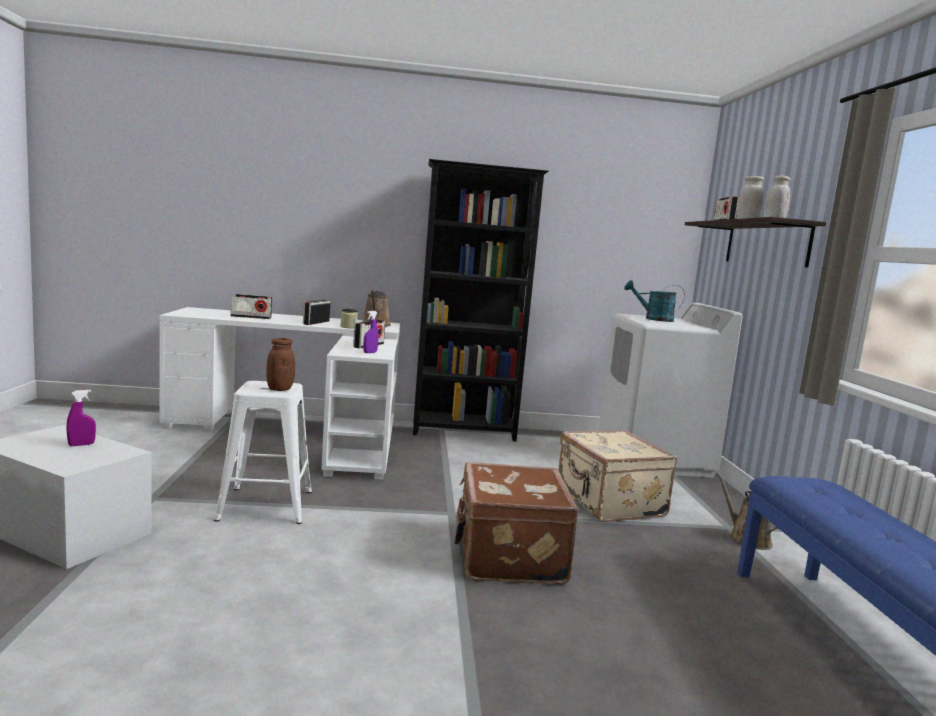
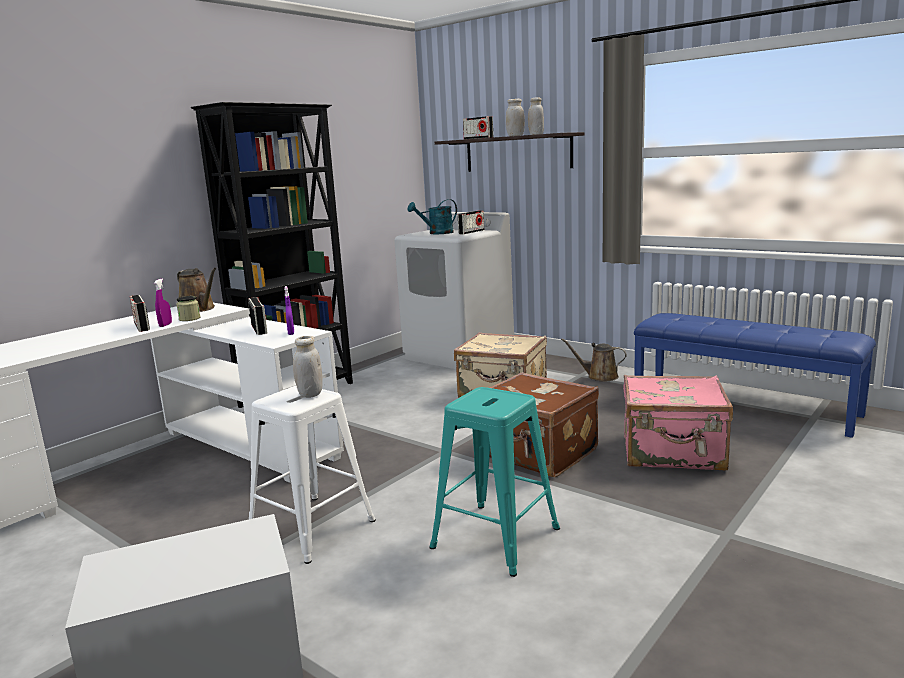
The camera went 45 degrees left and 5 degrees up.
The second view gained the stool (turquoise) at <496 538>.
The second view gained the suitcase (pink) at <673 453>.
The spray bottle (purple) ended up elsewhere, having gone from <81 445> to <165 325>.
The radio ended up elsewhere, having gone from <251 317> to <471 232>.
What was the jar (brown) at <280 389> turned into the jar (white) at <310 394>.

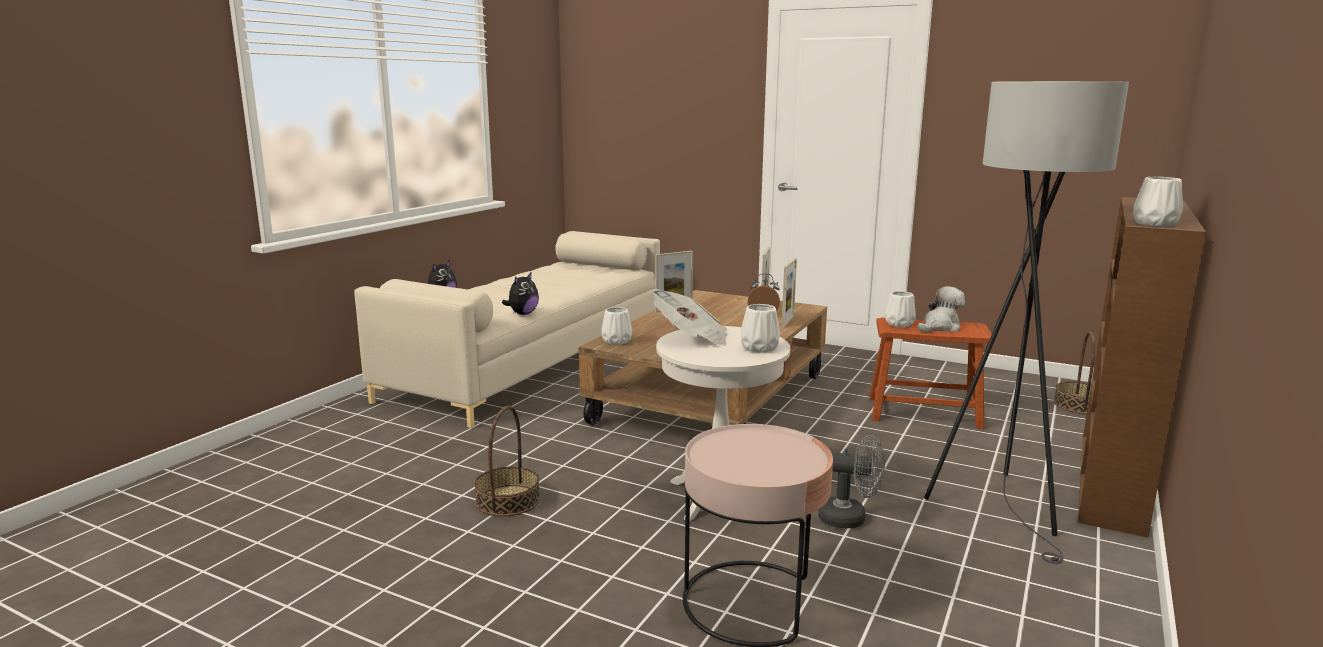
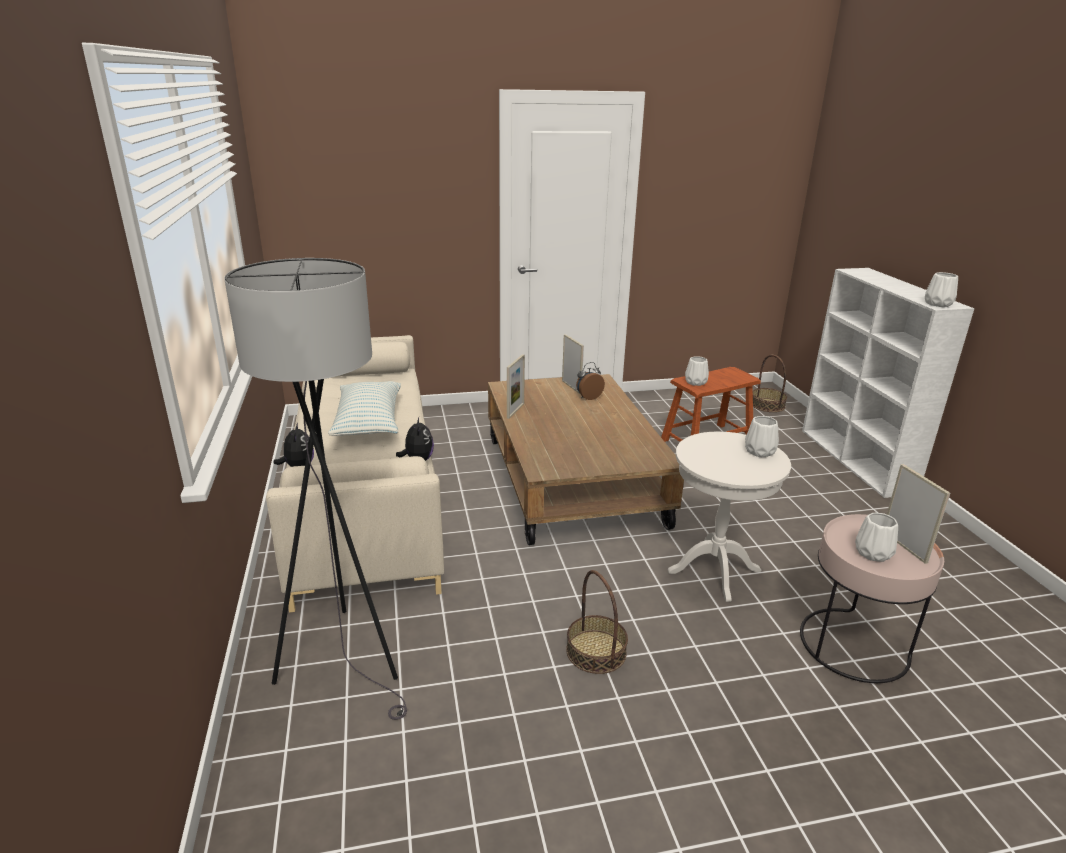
The camera went 40 degrees left and 10 degrees up.
The second view lost the newspaper at <691 338>.
The second view lost the fan (grey) at <850 519>.
The second view lost the plush toy at <940 327>.
The second view gained the pillow at <368 423>.
The vase (white) ended up elsewhere, having gone from <617 341> to <872 552>.
The picture frame ended up elsewhere, having gone from <787 321> to <904 546>.
The floor lamp (grey) ended up elsewhere, having gone from <1003 506> to <347 659>.
What was the bookcase (brown) at <1112 482> turned into the bookcase (white) at <857 460>.

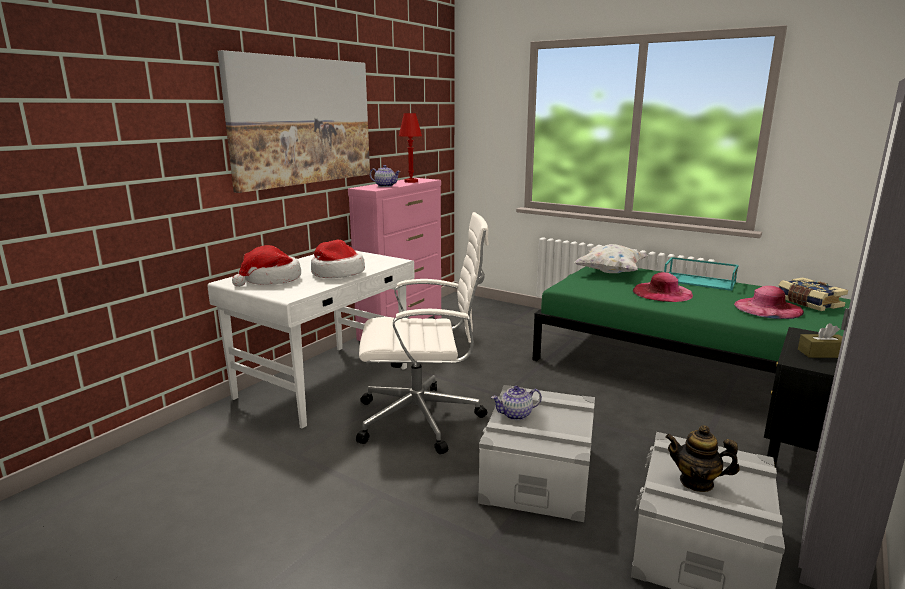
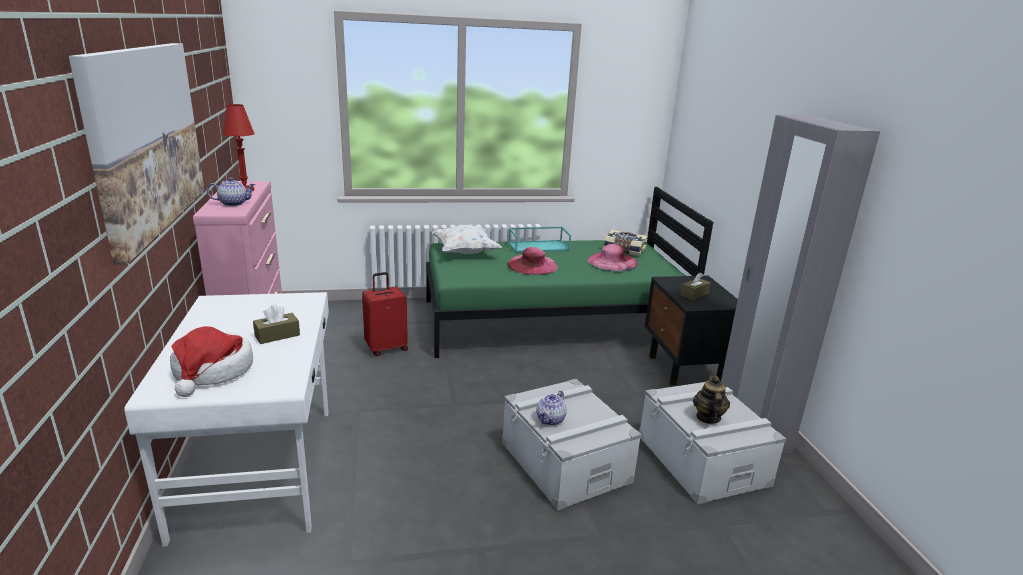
The camera went 45 degrees left and 5 degrees up.
The second view lost the office chair (white) at <423 419>.
The second view gained the suitcase (red) at <386 348>.
Where the hat stood at <336 273>, the tissue box (brown) came to stand at <277 335>.
The teapot at <696 482> ended up facing another way, 120 degrees clockwise from before.

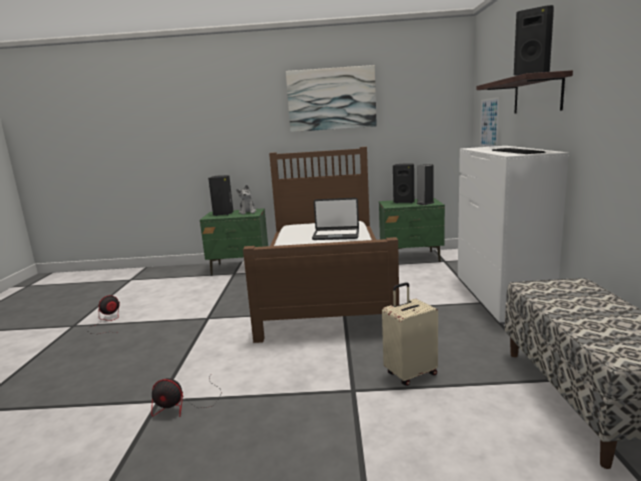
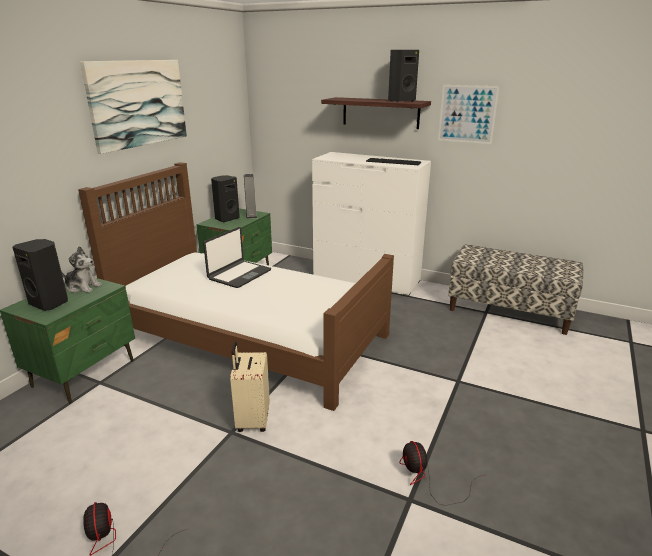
The camera went 65 degrees left and 10 degrees up.
The suitcase (beige) ended up elsewhere, having gone from <410 373> to <252 420>.
The picture ended up elsewhere, having gone from <489 123> to <467 114>.
The fan at <185 404> ended up facing another way, 135 degrees clockwise from before.

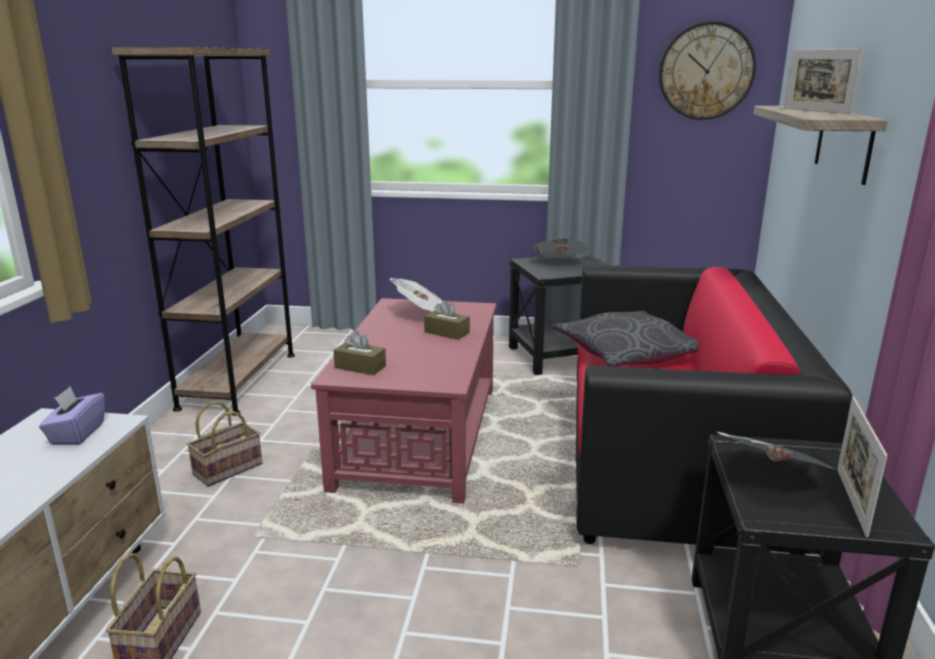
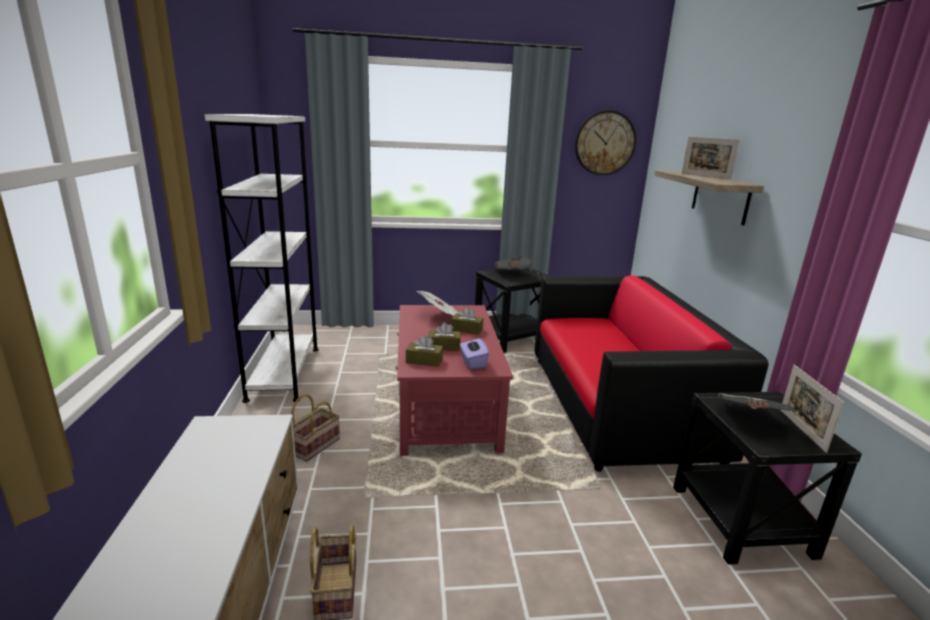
The camera went 15 degrees left and 0 degrees up.
The second view lost the pillow (grey) at <626 353>.
The second view gained the tissue box (brown) at <443 347>.
The tissue box (purple) ended up elsewhere, having gone from <77 433> to <473 362>.
What was the bookcase (brown) at <238 380> turned into the bookcase (white) at <284 373>.

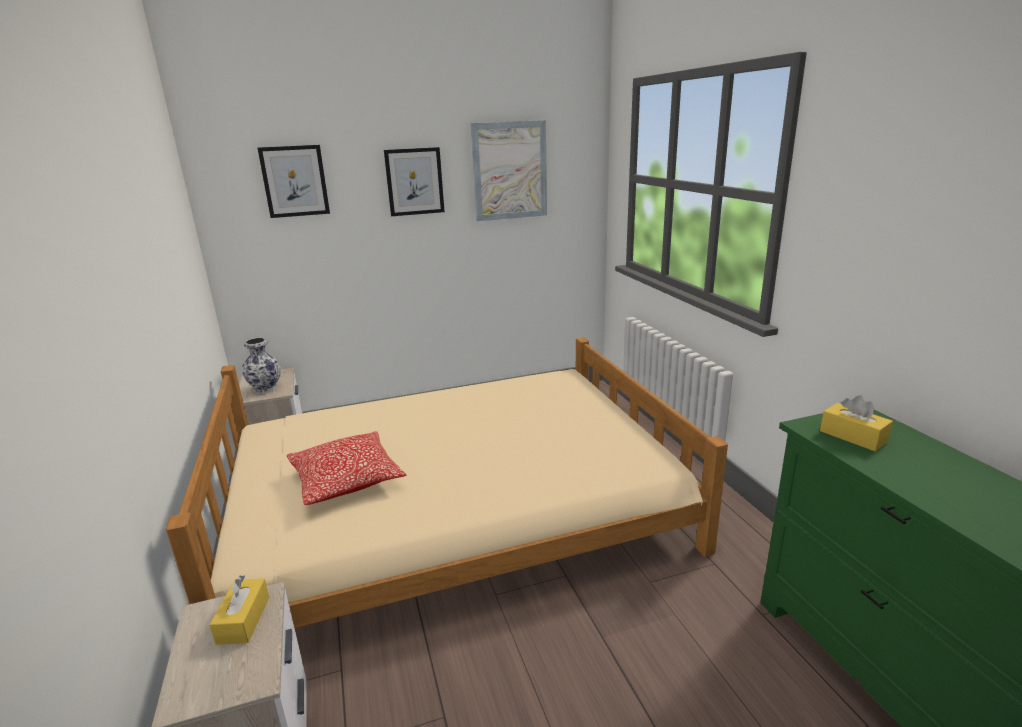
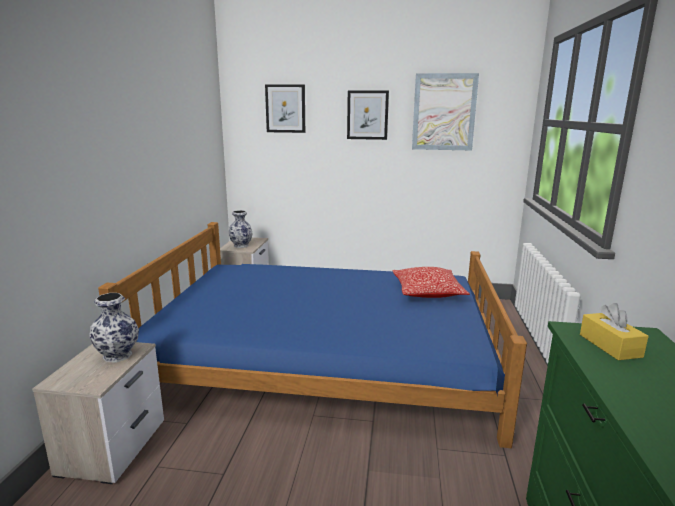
The camera went 25 degrees right and 5 degrees down.
The pillow ended up elsewhere, having gone from <347 480> to <427 292>.
Where the tissue box (yellow) stood at <243 620>, the vase came to stand at <118 355>.
What was the bed (beige) at <457 513> turned into the bed (blue) at <327 357>.

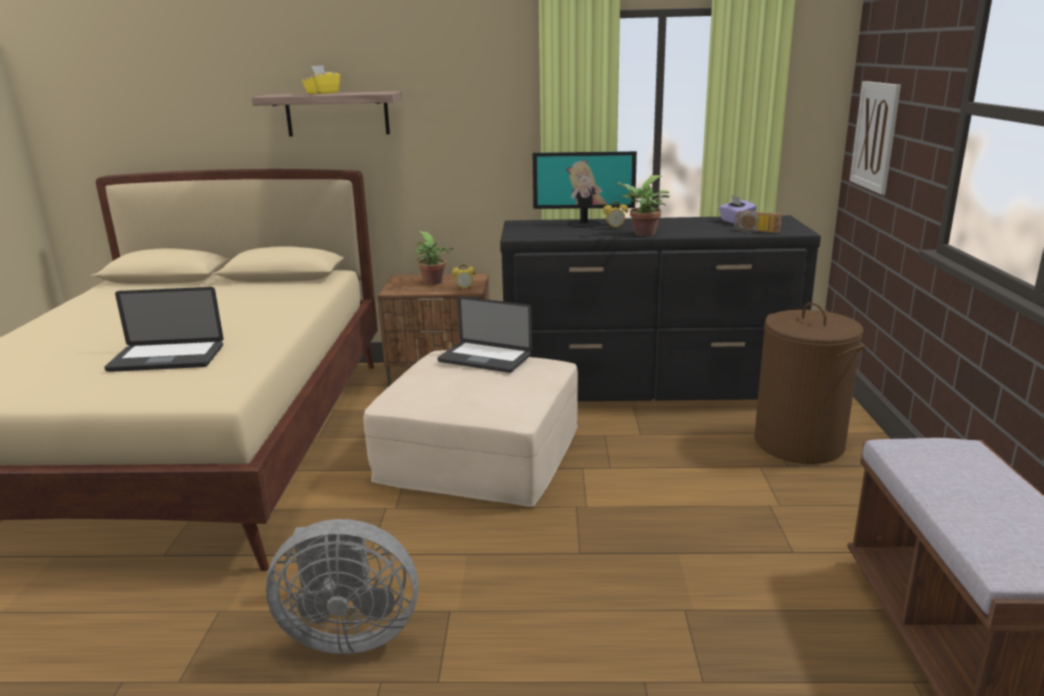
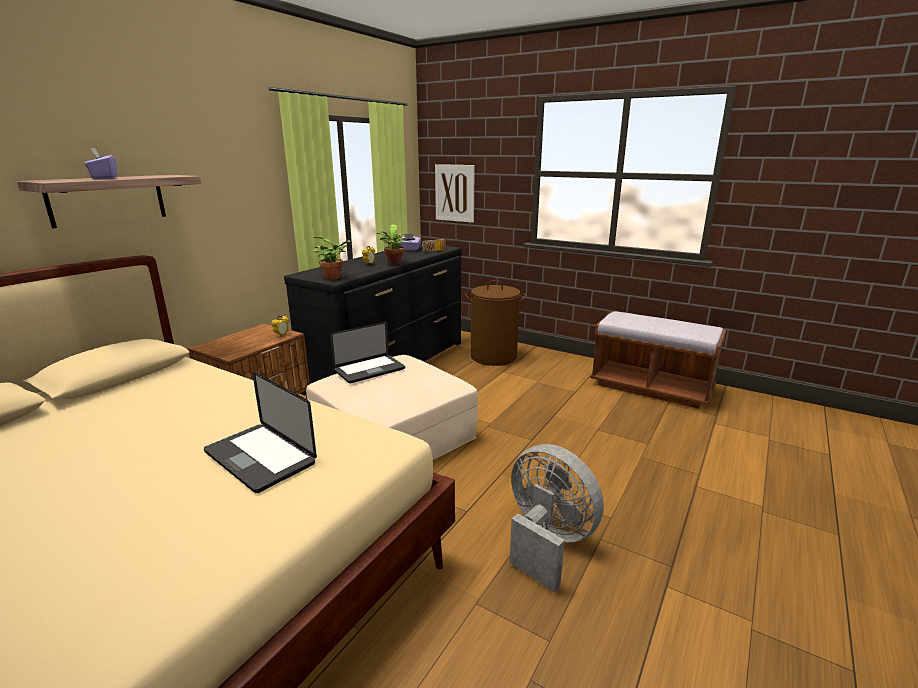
The camera went 60 degrees left and 0 degrees up.
The second view lost the monitor at <584 224>.
The potted plant ended up elsewhere, having gone from <434 283> to <334 277>.
What was the tissue box (yellow) at <322 93> turned into the tissue box (purple) at <104 178>.
The laptop at <167 358> ended up facing another way, 105 degrees clockwise from before.
The fan (grey) at <348 633> ended up facing another way, 75 degrees counterclockwise from before.

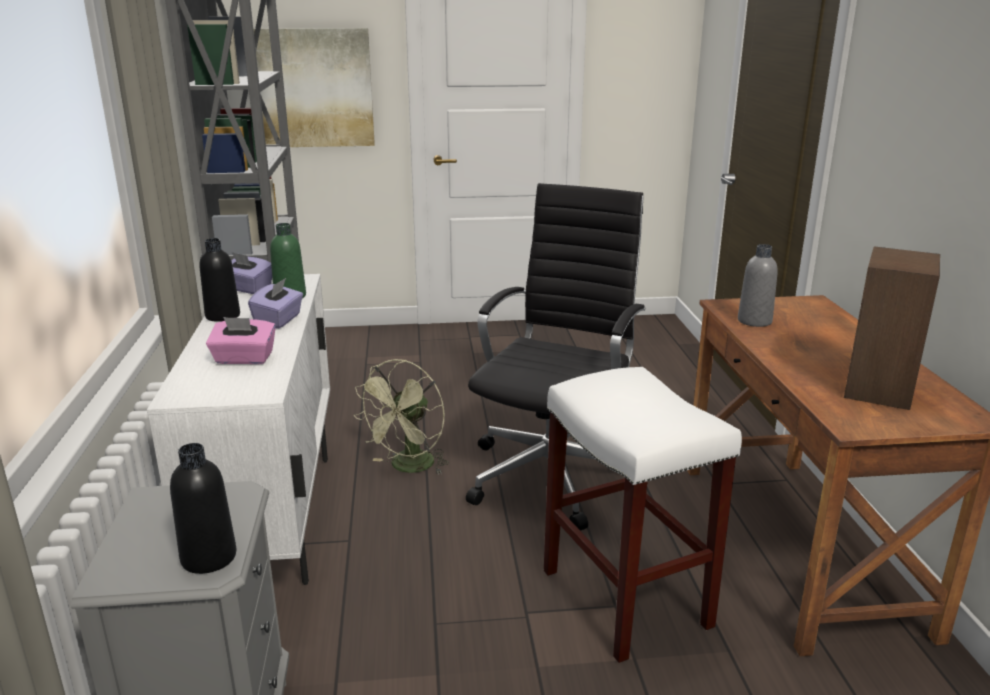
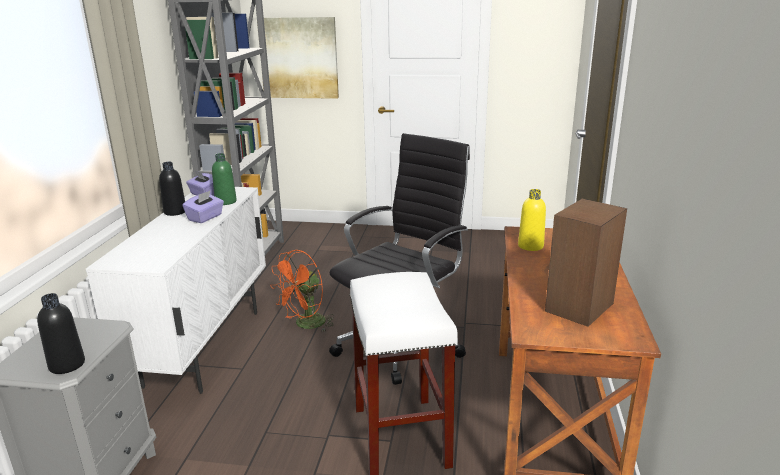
The camera went 15 degrees right and 0 degrees up.
The second view lost the tissue box (pink) at <244 359>.
What was the fan (green) at <408 468> turned into the fan (orange) at <305 325>.
What was the bottle (grey) at <754 321> turned into the bottle (yellow) at <530 246>.

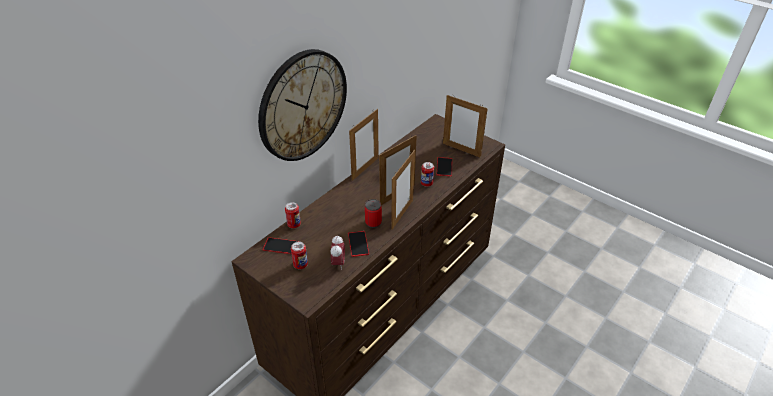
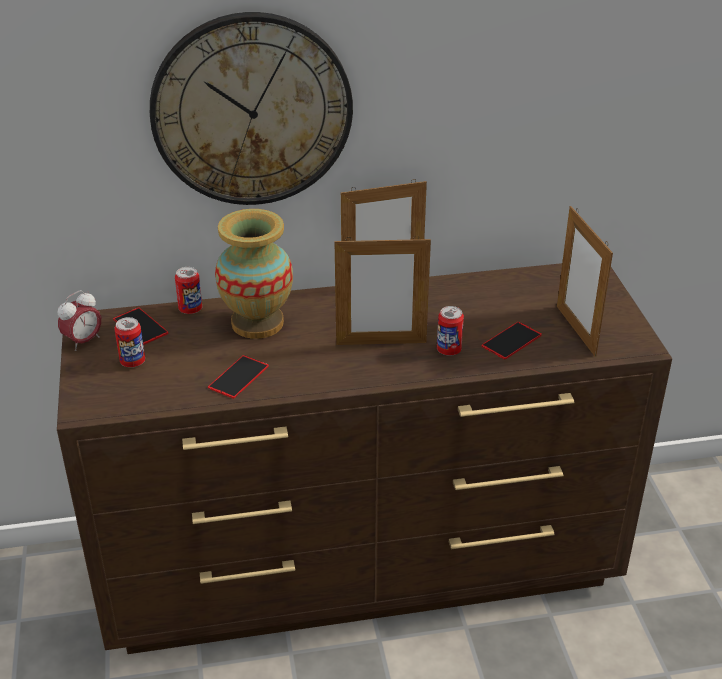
The camera went 40 degrees right and 5 degrees down.
The second view lost the can at <373 222>.
The second view lost the picture frame at <402 214>.
The second view gained the vase at <257 323>.
The alarm clock ended up elsewhere, having gone from <338 263> to <83 341>.

